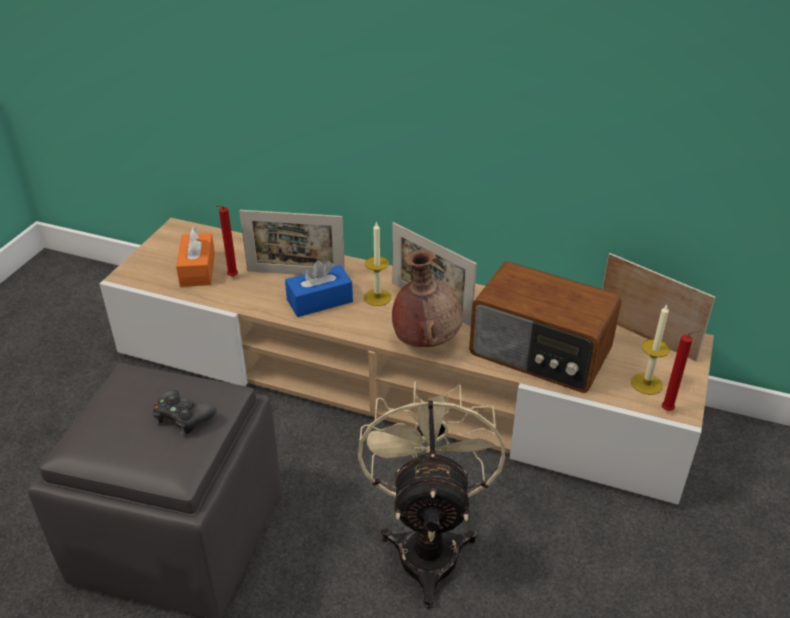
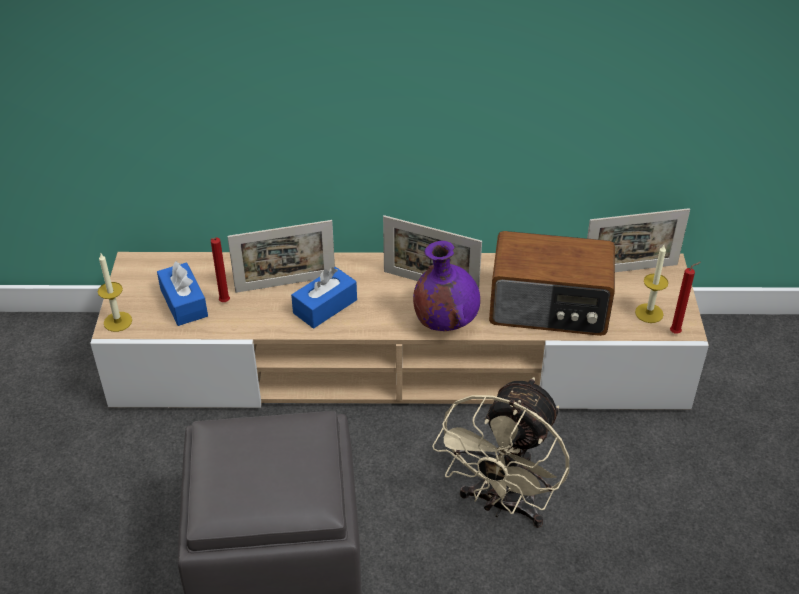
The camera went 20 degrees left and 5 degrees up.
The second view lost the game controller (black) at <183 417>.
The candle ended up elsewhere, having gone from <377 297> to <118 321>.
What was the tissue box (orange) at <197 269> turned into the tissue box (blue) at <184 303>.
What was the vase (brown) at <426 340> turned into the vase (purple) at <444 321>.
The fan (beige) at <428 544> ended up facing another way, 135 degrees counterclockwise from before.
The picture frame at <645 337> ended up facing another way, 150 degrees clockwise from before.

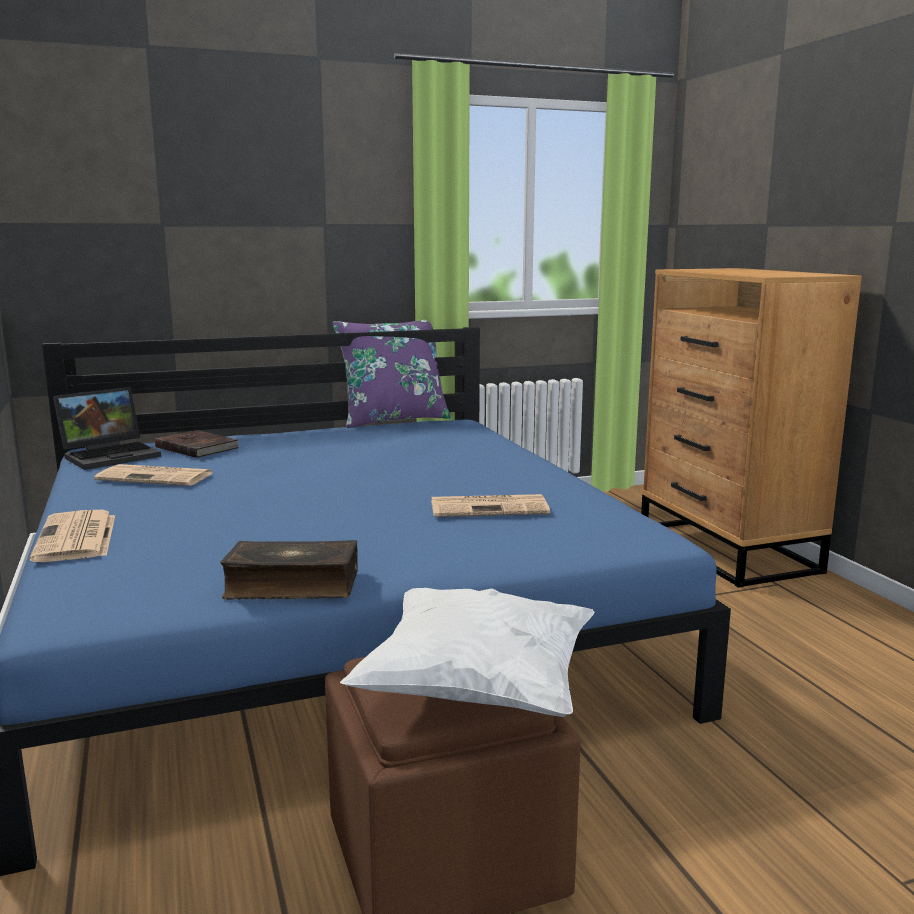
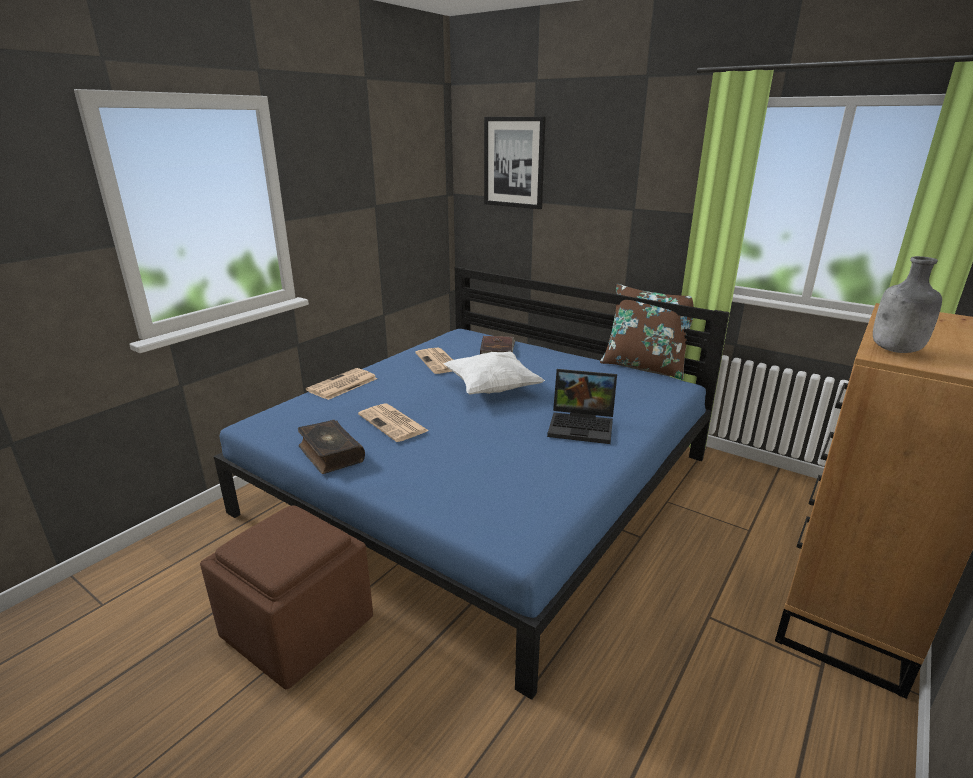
The camera went 55 degrees right and 10 degrees up.
The second view gained the picture at <514 162>.
The second view gained the bottle (grey) at <896 350>.
The laptop ended up elsewhere, having gone from <112 455> to <583 426>.
The pillow (white) ended up elsewhere, having gone from <477 690> to <492 389>.
The newspaper ended up elsewhere, having gone from <490 507> to <394 423>.
What was the pillow (purple) at <393 420> turned into the pillow (brown) at <644 366>.

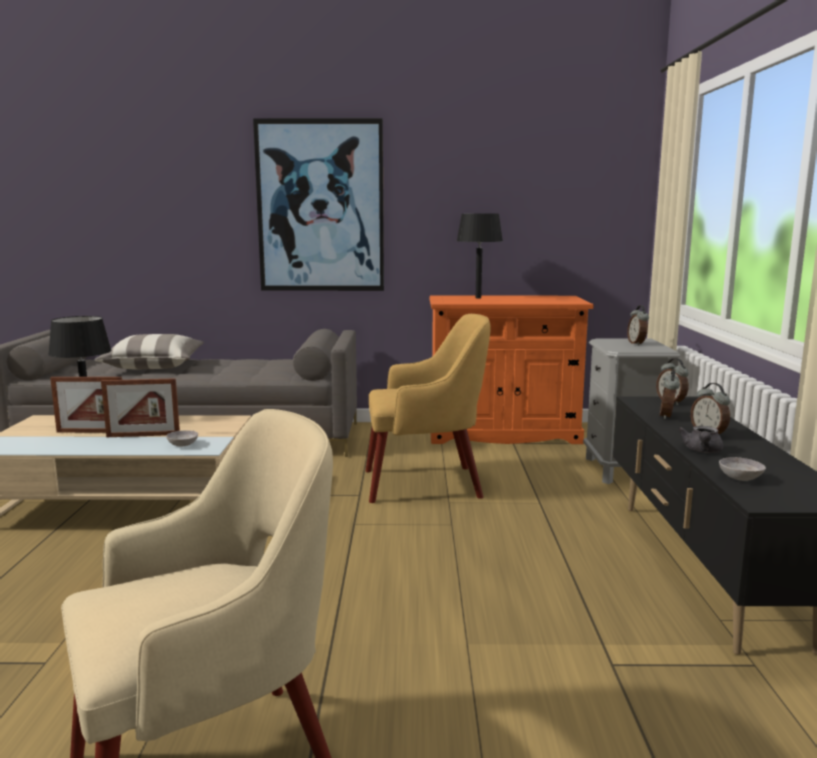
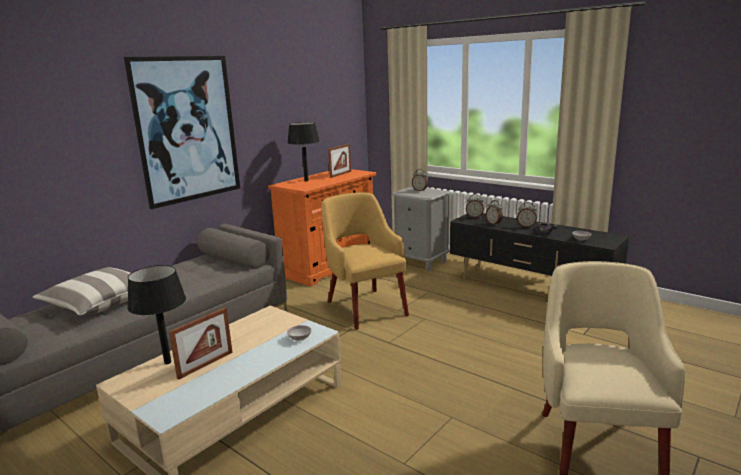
The camera went 50 degrees left and 5 degrees up.
The picture frame ended up elsewhere, having gone from <143 435> to <340 174>.
The armchair (yellow) at <426 484> ended up facing another way, 60 degrees counterclockwise from before.

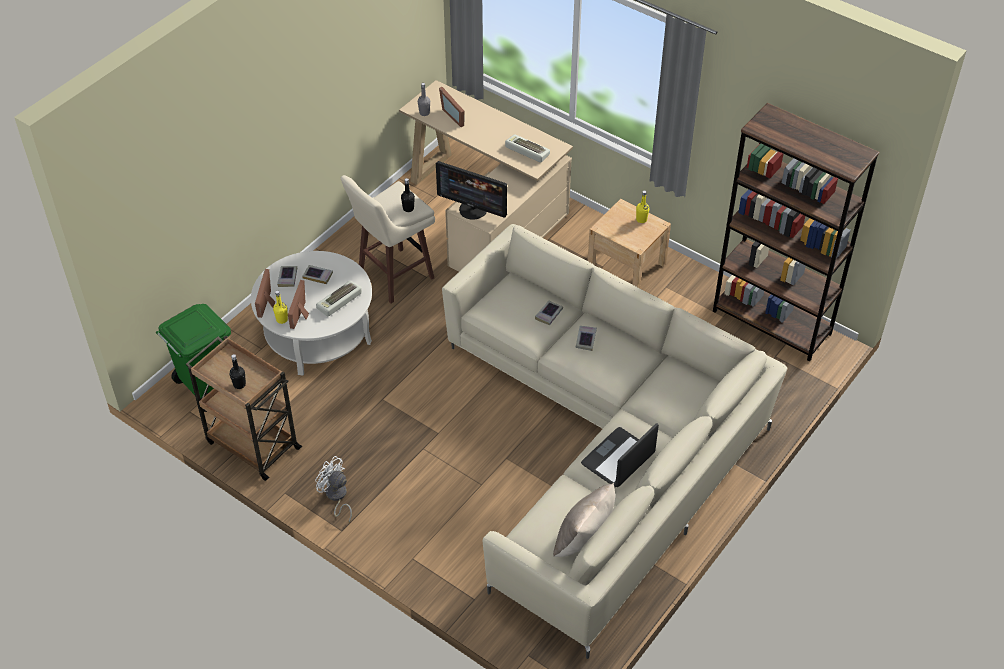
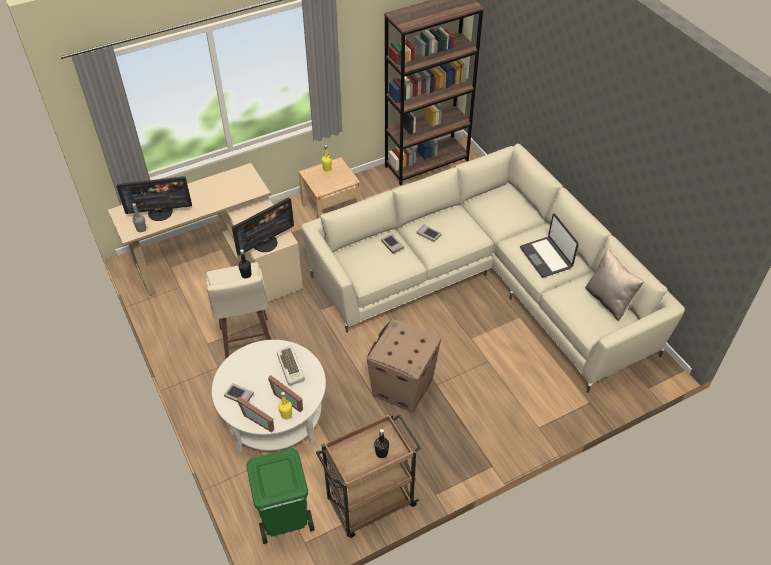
The camera went 65 degrees left and 0 degrees up.
The second view lost the book at <318 276>.
The second view lost the fan (white) at <336 497>.
The second view lost the keyboard at <526 151>.
The second view gained the cardboard box at <402 388>.
Where the picture frame stood at <455 115>, the monitor came to stand at <160 212>.

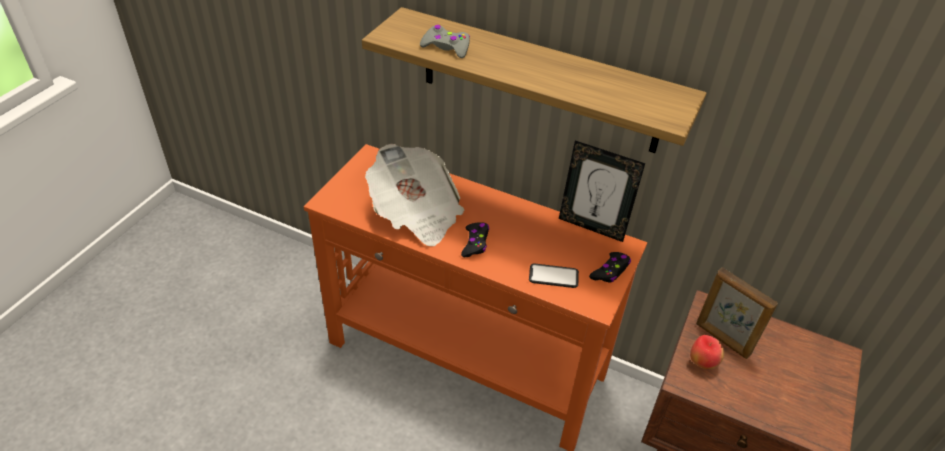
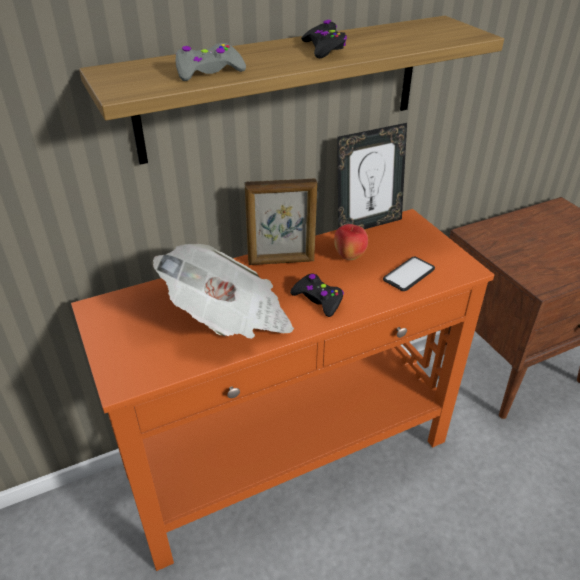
The camera went 50 degrees left and 5 degrees down.
The game controller (black) ended up elsewhere, having gone from <610 271> to <324 48>.
The apple ended up elsewhere, having gone from <702 362> to <349 257>.
The picture frame ended up elsewhere, having gone from <722 339> to <281 261>.

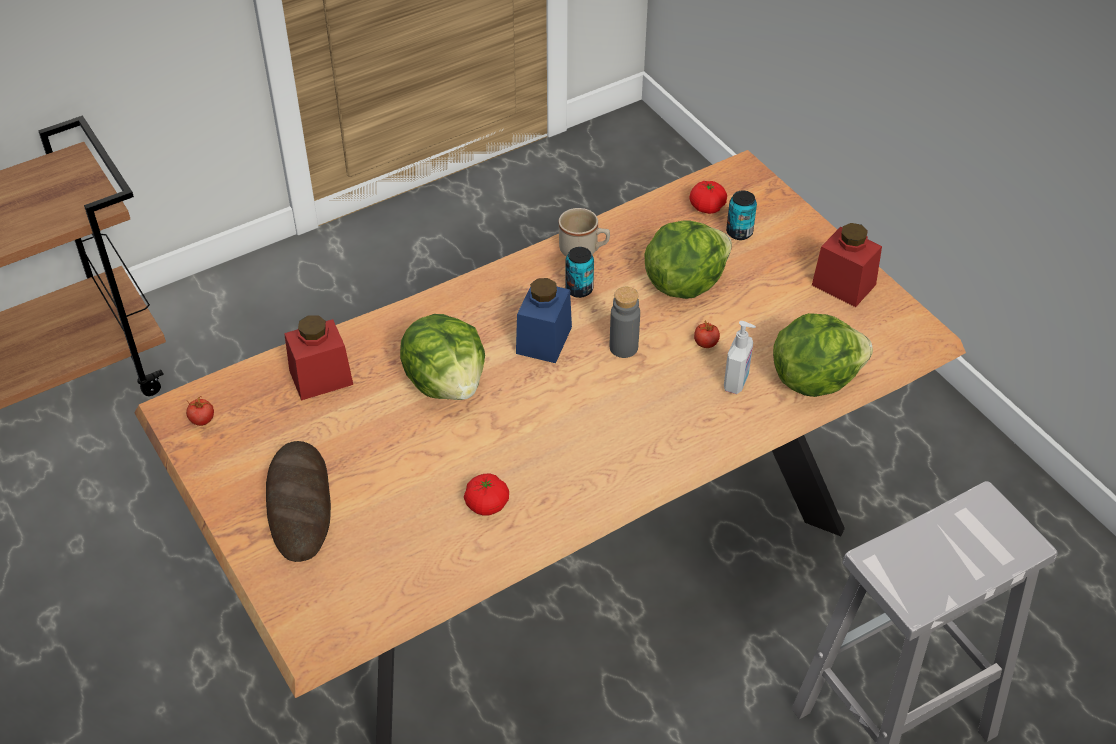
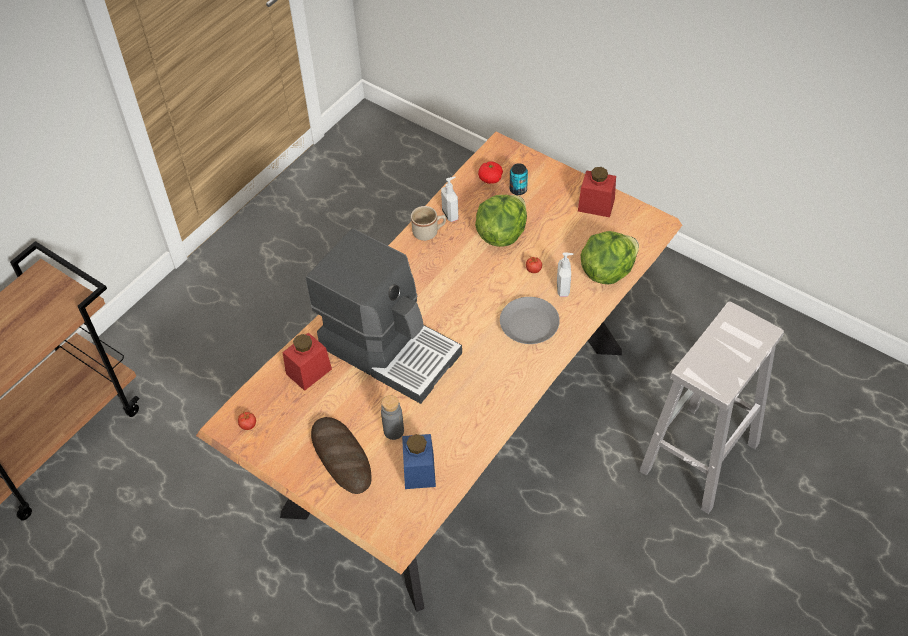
The camera went 20 degrees left and 5 degrees up.
The second view lost the tomato at <487 504>.
The second view lost the can at <579 289>.
The second view gained the soap dispenser at <450 214>.
The second view gained the plate (grey) at <530 324>.
The jar (blue) ended up elsewhere, having gone from <544 340> to <419 471>.
The bottle (grey) ended up elsewhere, having gone from <623 347> to <393 431>.
Where the lettuce stood at <447 383>, the coffee machine came to stand at <390 348>.

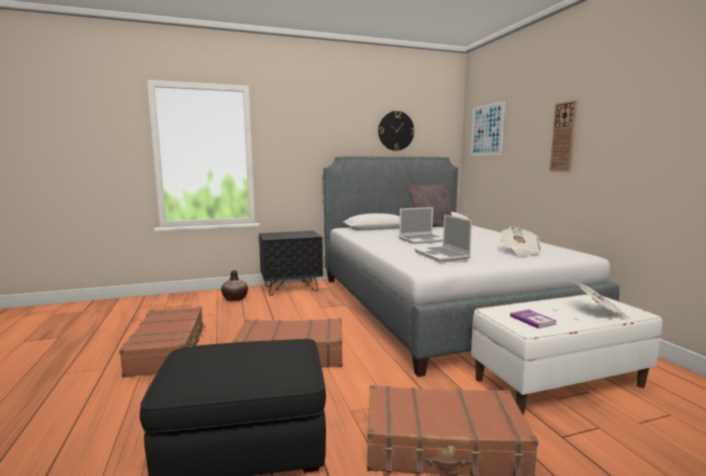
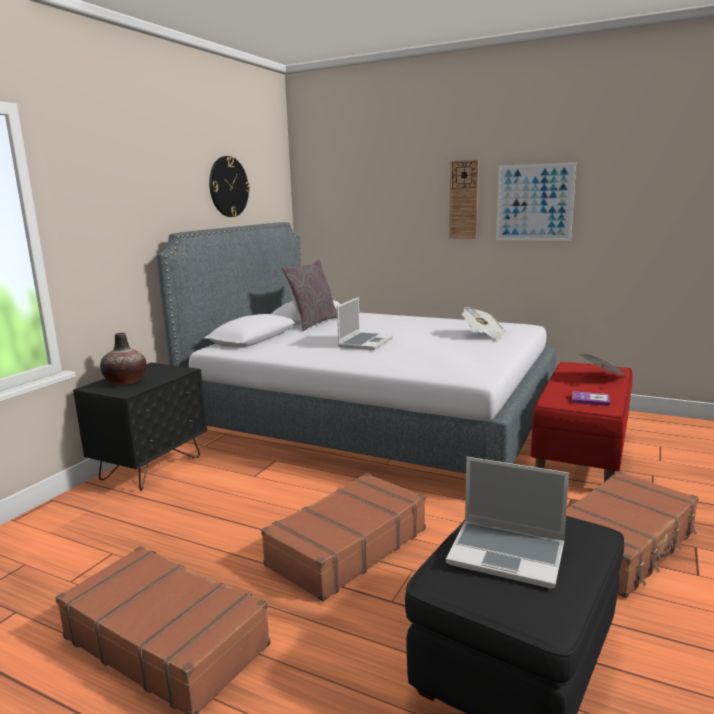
The camera went 45 degrees left and 5 degrees up.
The vase ended up elsewhere, having gone from <235 299> to <126 381>.
The laptop ended up elsewhere, having gone from <442 255> to <508 554>.
The picture ended up elsewhere, having gone from <487 130> to <534 202>.
What was the bench (white) at <558 382> turned into the bench (red) at <581 454>.

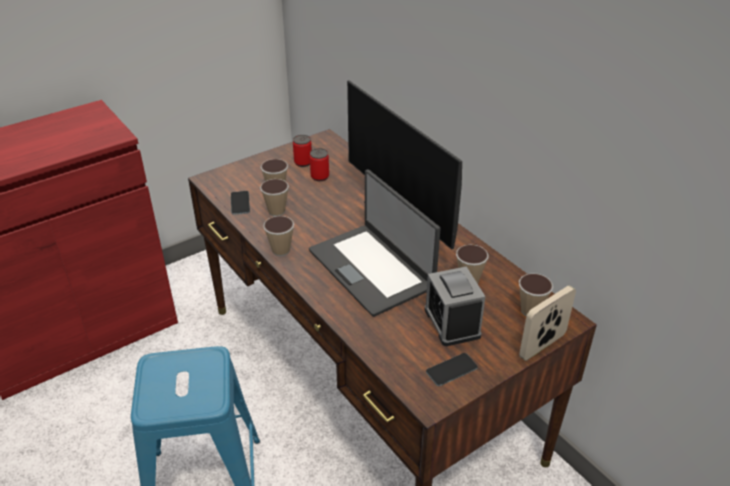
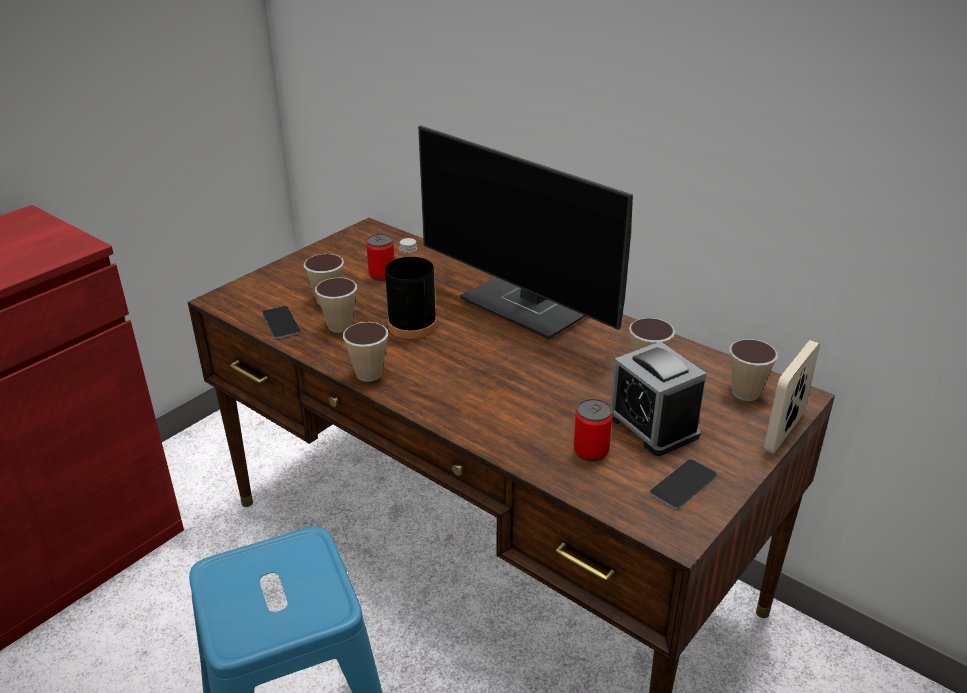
The camera went 15 degrees left and 5 degrees down.
The second view lost the laptop at <372 268>.
The second view gained the bottle (black) at <412 325>.
The can ended up elsewhere, having gone from <303 162> to <591 451>.

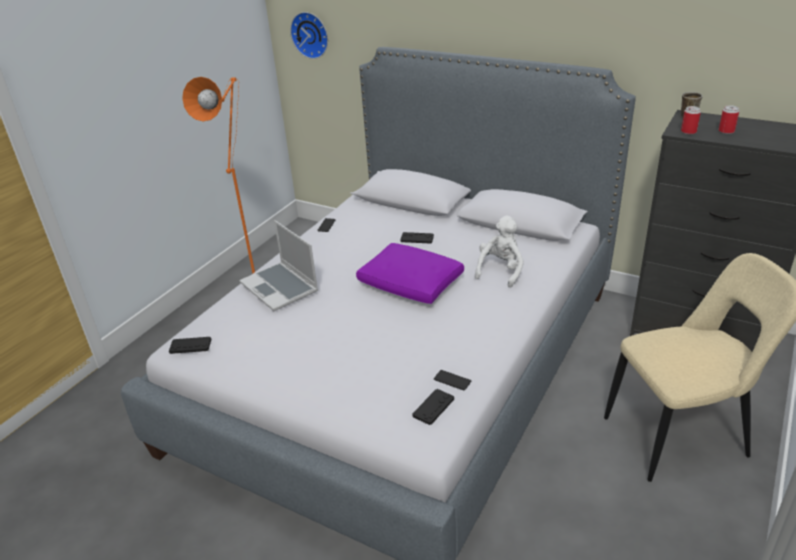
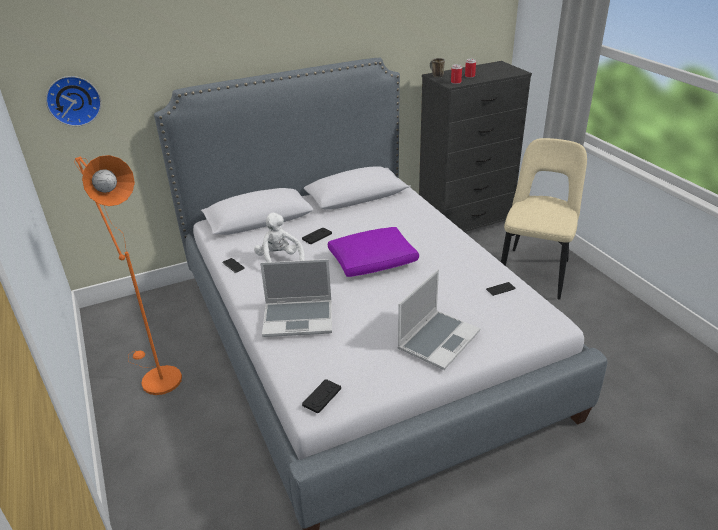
The camera went 55 degrees left and 0 degrees up.
The second view lost the game controller (black) at <433 407>.
The second view gained the laptop at <438 339>.
The plush toy (white) ended up elsewhere, having gone from <500 271> to <279 261>.

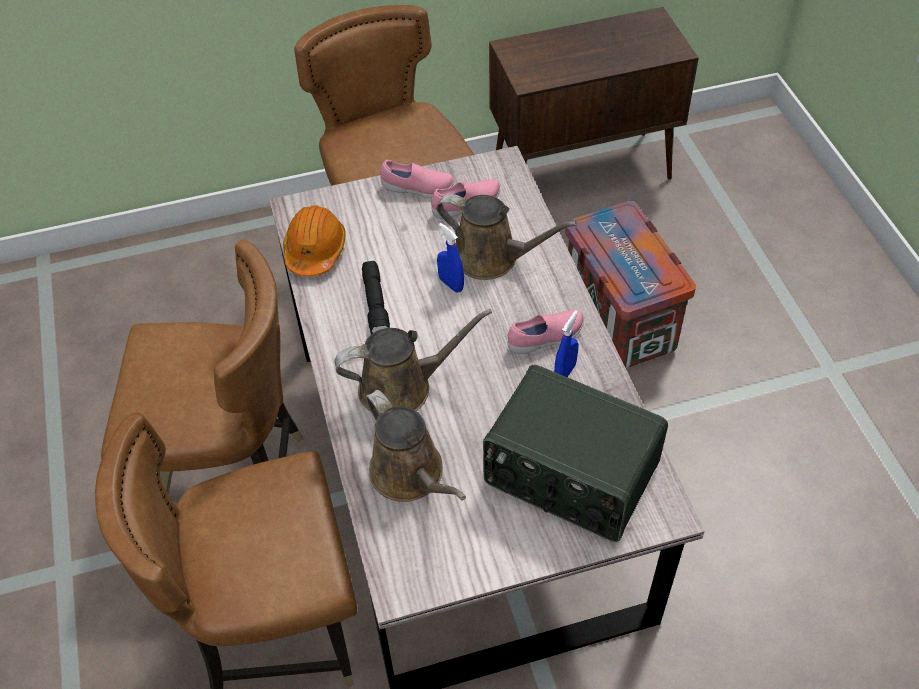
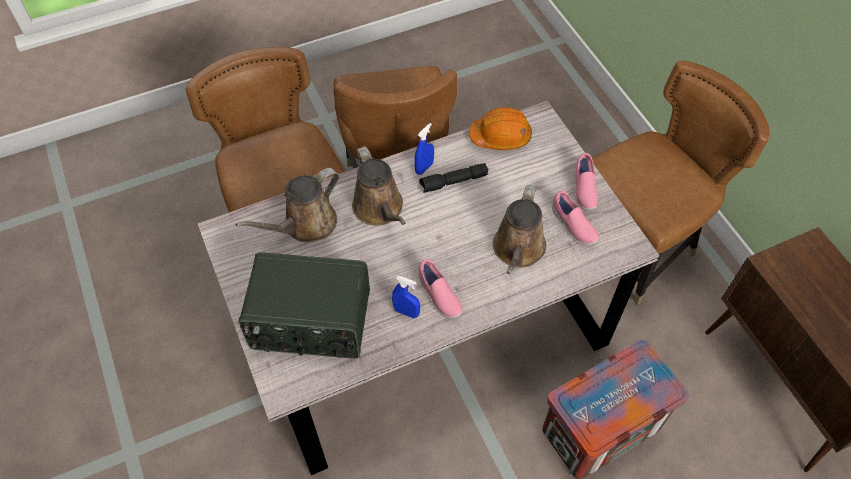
The camera went 80 degrees right and 5 degrees up.
The spray bottle (blue) ended up elsewhere, having gone from <451 284> to <424 168>.
The radio at <569 476> ended up facing another way, 105 degrees counterclockwise from before.

